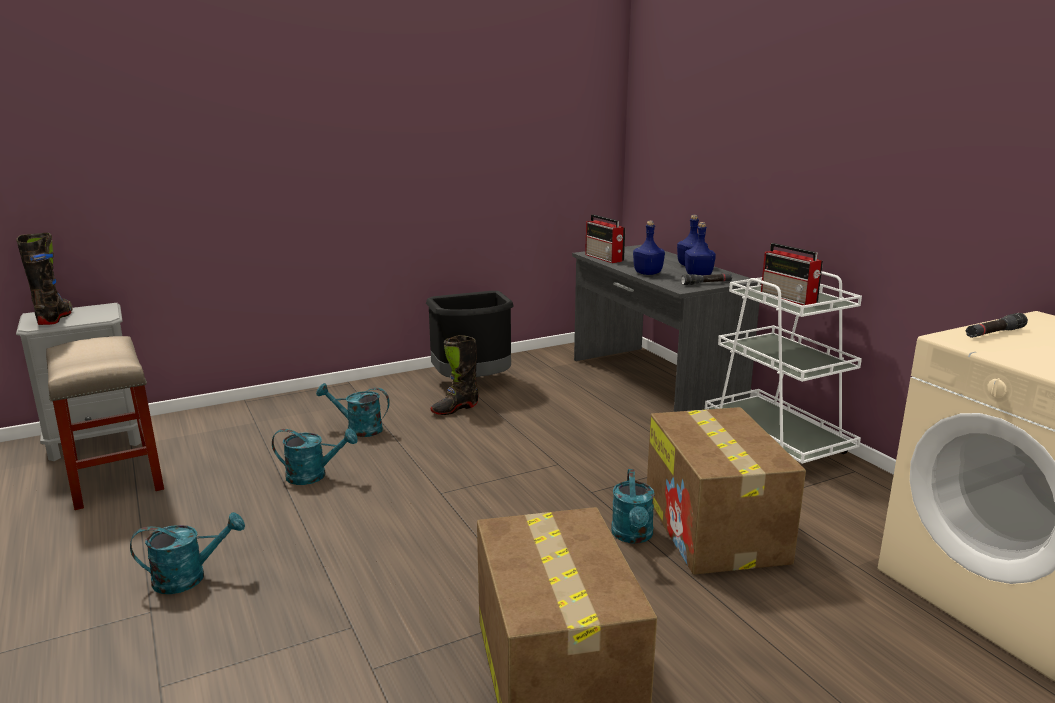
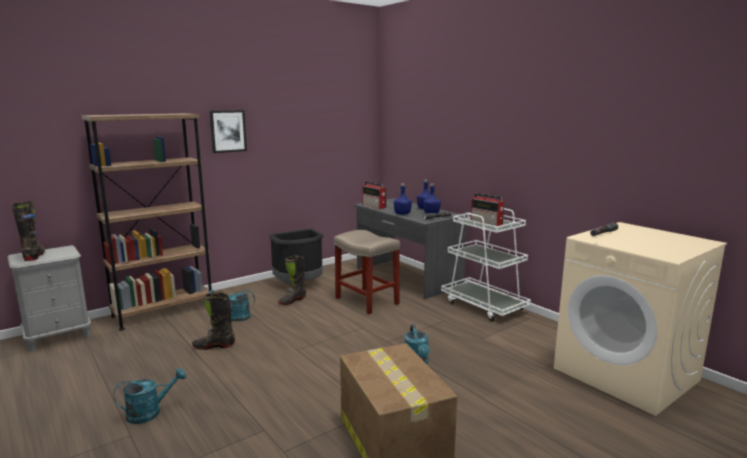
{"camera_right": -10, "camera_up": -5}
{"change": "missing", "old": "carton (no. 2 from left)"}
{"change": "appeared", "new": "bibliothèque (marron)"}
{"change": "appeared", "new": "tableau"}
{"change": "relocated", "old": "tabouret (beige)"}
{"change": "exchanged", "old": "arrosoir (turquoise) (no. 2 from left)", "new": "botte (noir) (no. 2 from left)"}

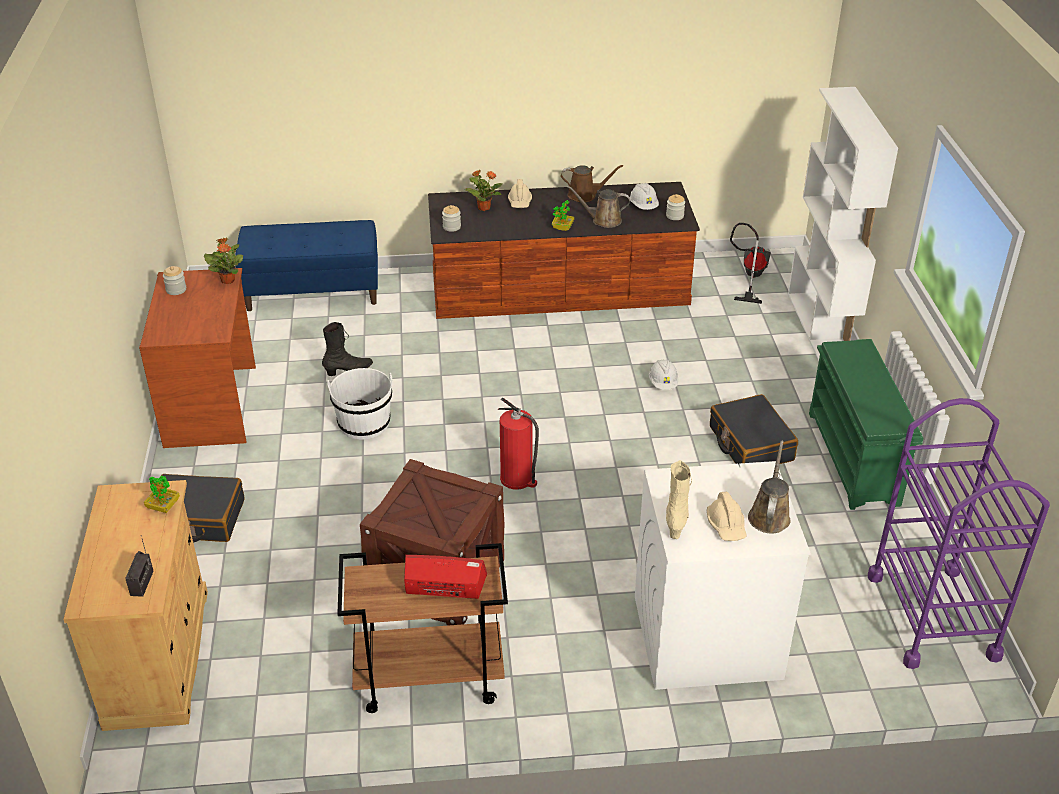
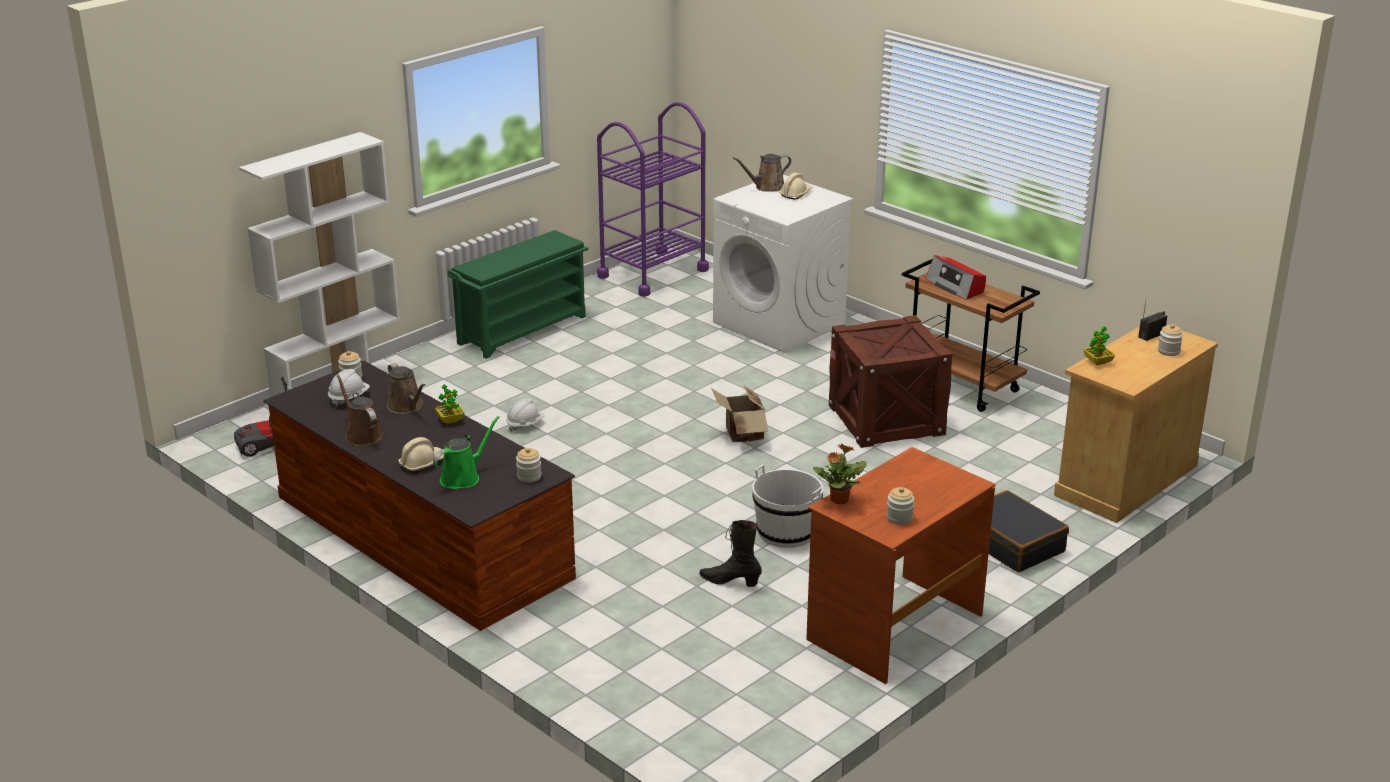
{"camera_right": -130, "camera_up": -10}
{"change": "missing", "old": "banc (bleu)"}
{"change": "missing", "old": "botte (beige)"}
{"change": "missing", "old": "valise (noir) (no. 2 from left)"}
{"change": "appeared", "new": "bocal (no. 4 from left)"}
{"change": "exchanged", "old": "plante en pot (no. 3 from left)", "new": "arrosoir (vert)"}
{"change": "exchanged", "old": "extincteur", "new": "carton"}

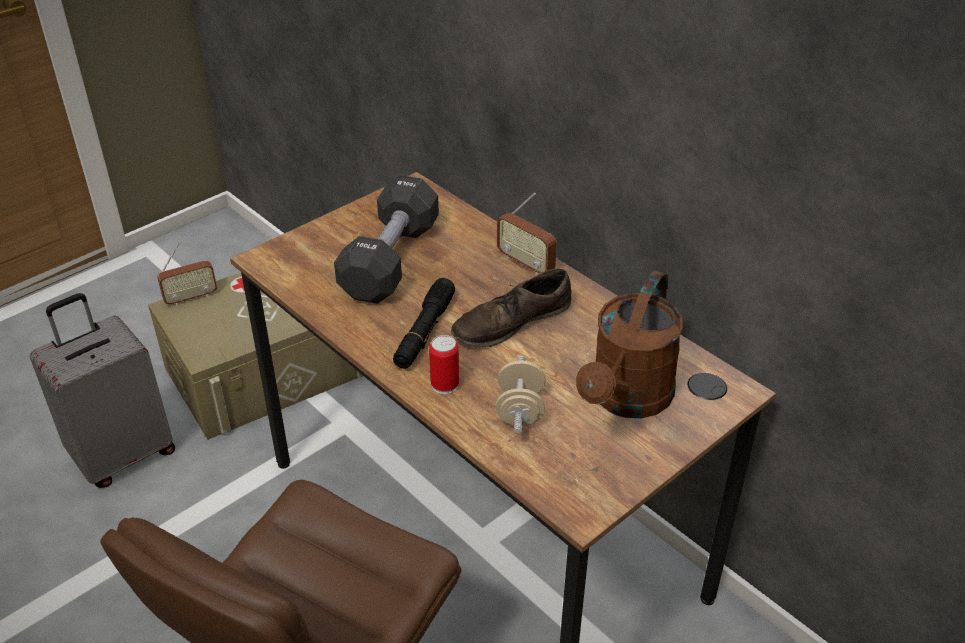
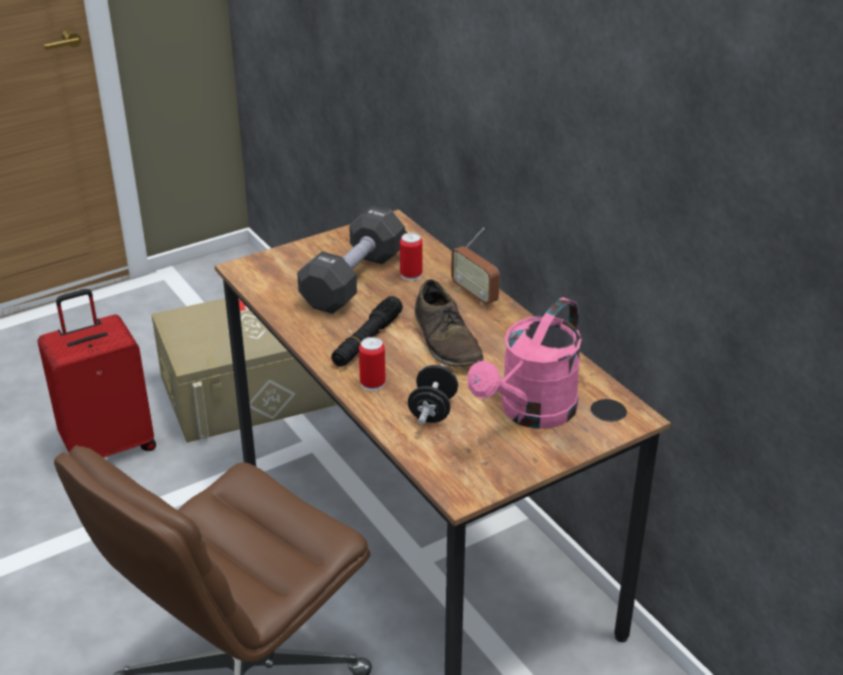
{"camera_right": 10, "camera_up": -5}
{"change": "missing", "old": "radio (no. 1 from left)"}
{"change": "appeared", "new": "boîte métallique (no. 2 from left)"}
{"change": "colour", "old": "valise (gris)", "new": "valise (rouge)"}
{"change": "colour", "old": "haltère (beige)", "new": "haltère (noir) (no. 2 from left)"}
{"change": "colour", "old": "arrosoir (marron)", "new": "arrosoir (rose)"}
{"change": "spun", "old": "chaussure (marron)", "degrees": -90}

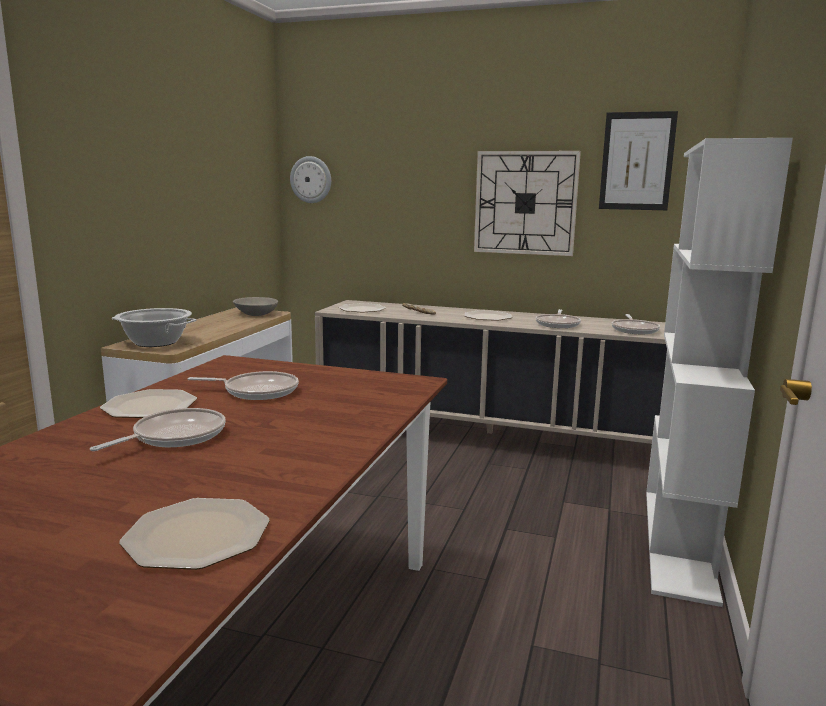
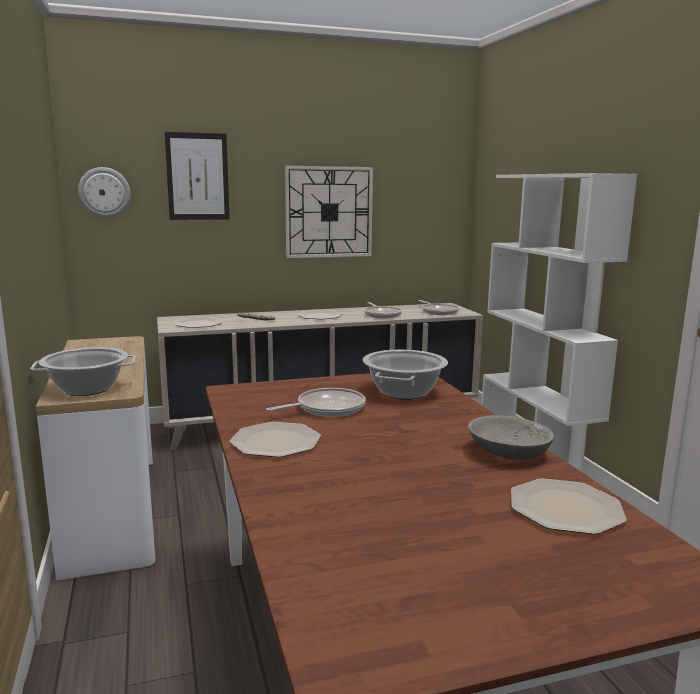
{"camera_right": -35, "camera_up": 0}
{"change": "missing", "old": "poêle (no. 1 from left)"}
{"change": "appeared", "new": "marmite (no. 2 from left)"}
{"change": "relocated", "old": "bol (gris)"}
{"change": "relocated", "old": "tableau"}

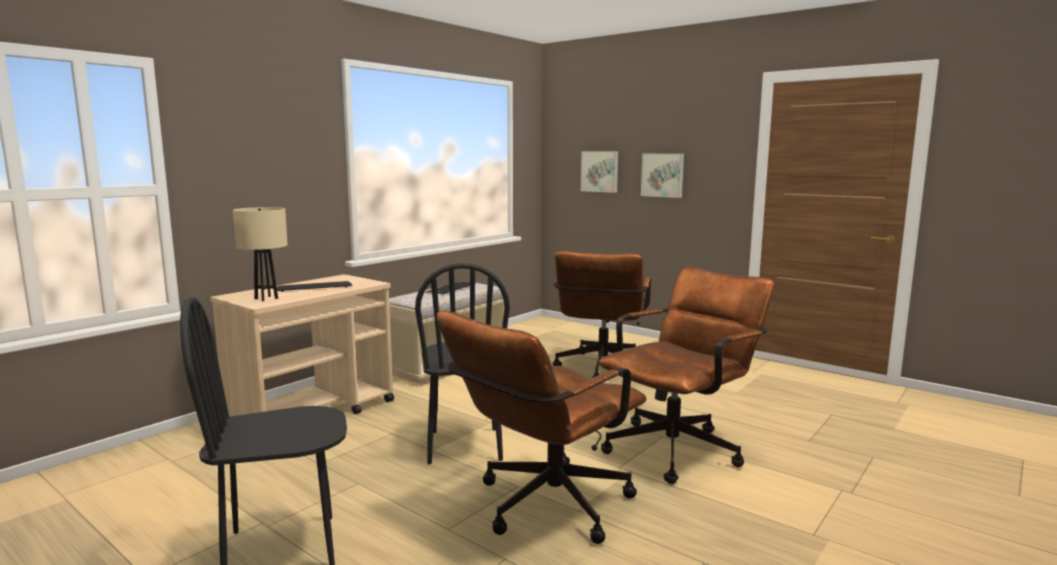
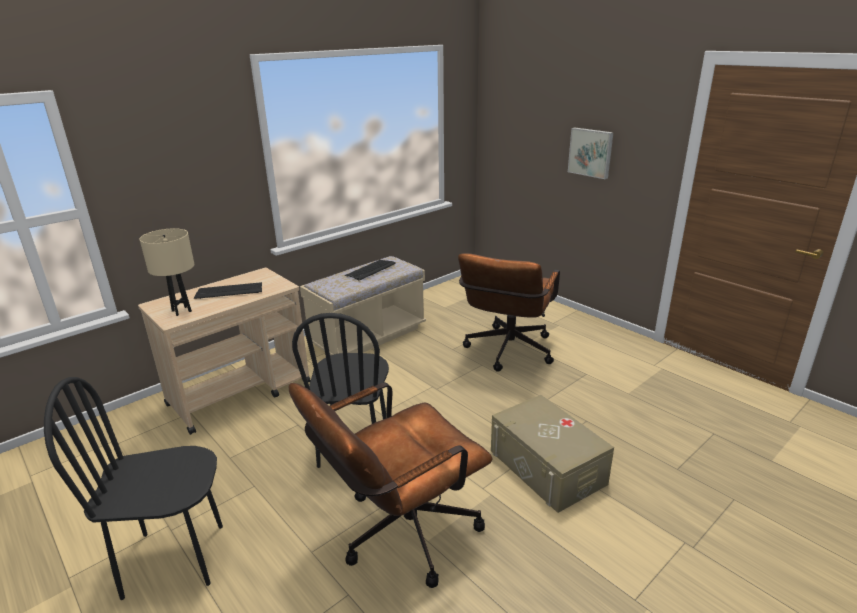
{"camera_right": 10, "camera_up": 15}
{"change": "missing", "old": "tableau (no. 1 from left)"}
{"change": "exchanged", "old": "chaise de bureau (marron) (no. 3 from left)", "new": "boîte de rangement (beige)"}

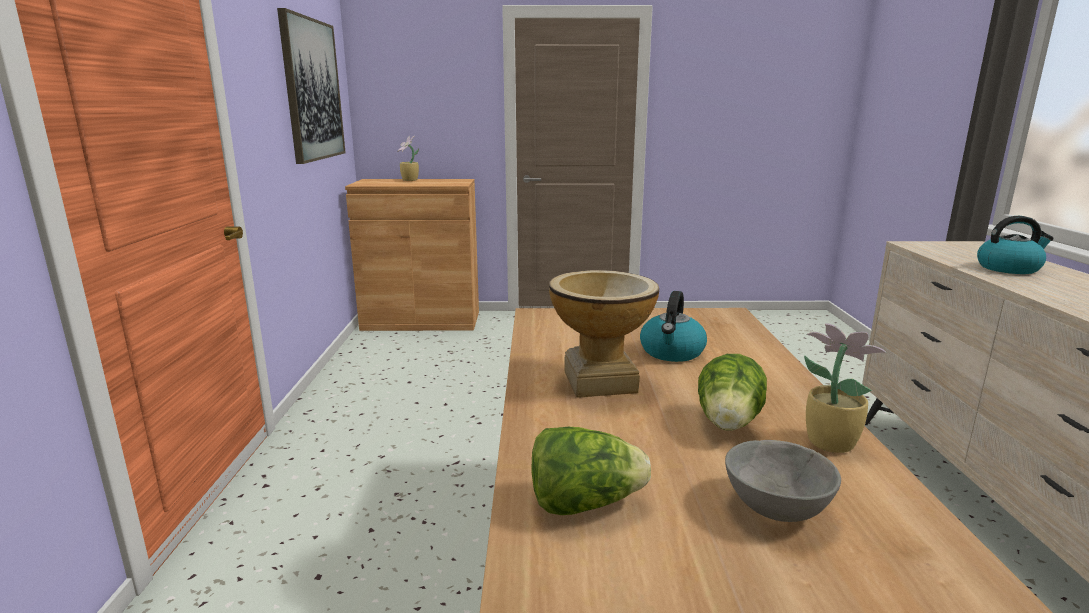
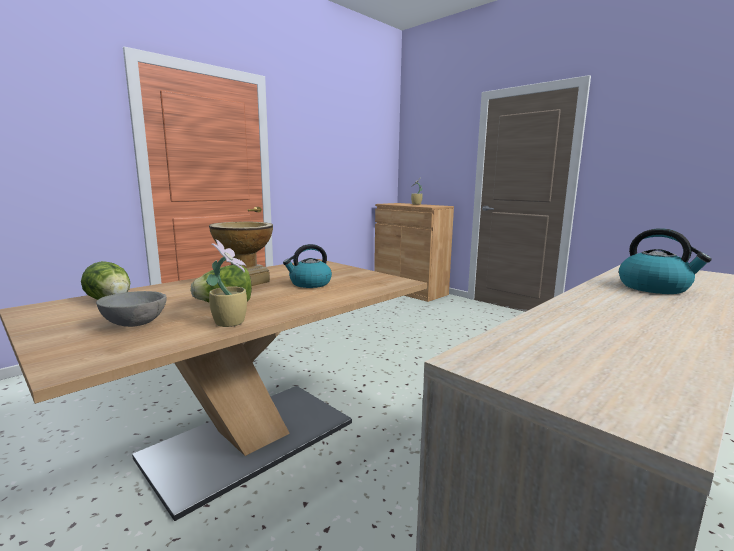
{"camera_right": 45, "camera_up": -5}
{"change": "missing", "old": "tableau"}

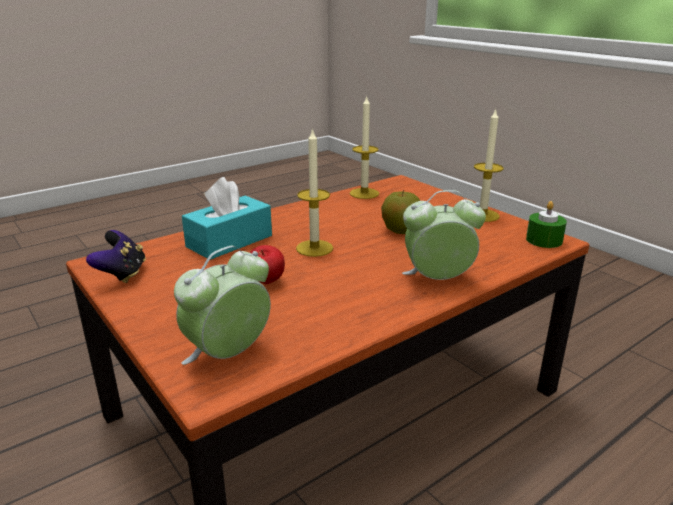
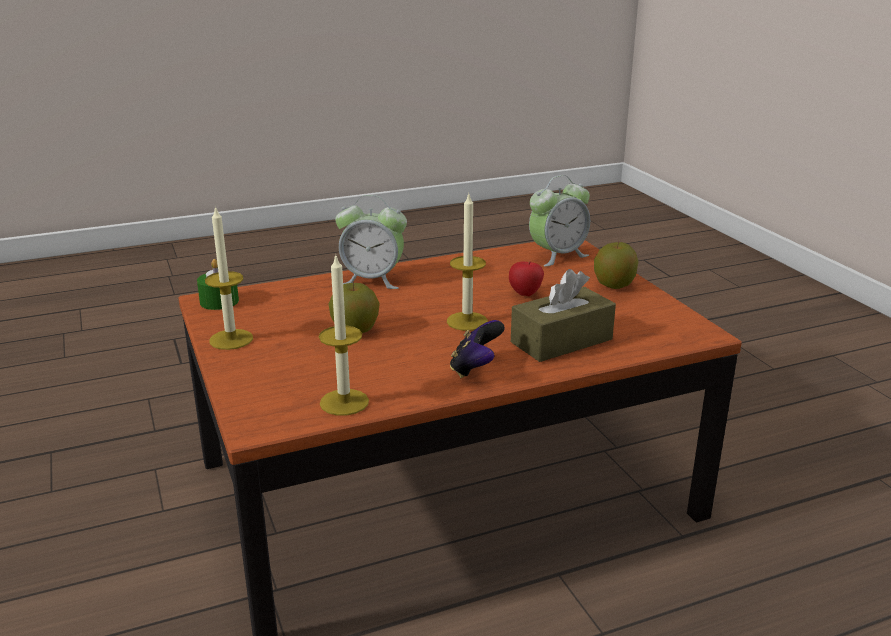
{"camera_right": -165, "camera_up": 0}
{"change": "appeared", "new": "pomme (no. 3 from left)"}
{"change": "relocated", "old": "manette"}
{"change": "colour", "old": "boîte à mouchoirs (turquoise)", "new": "boîte à mouchoirs (marron)"}

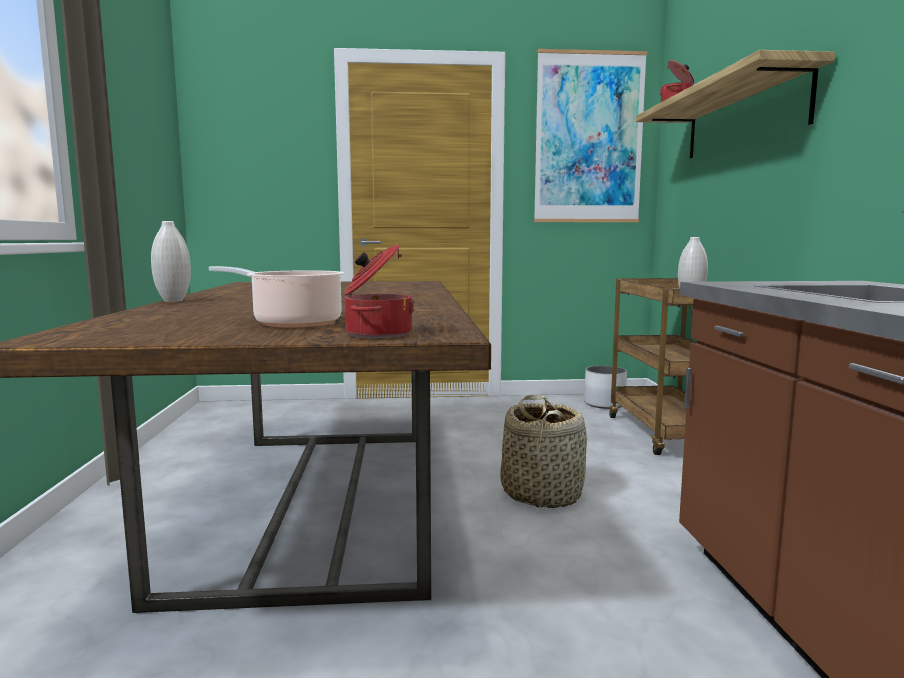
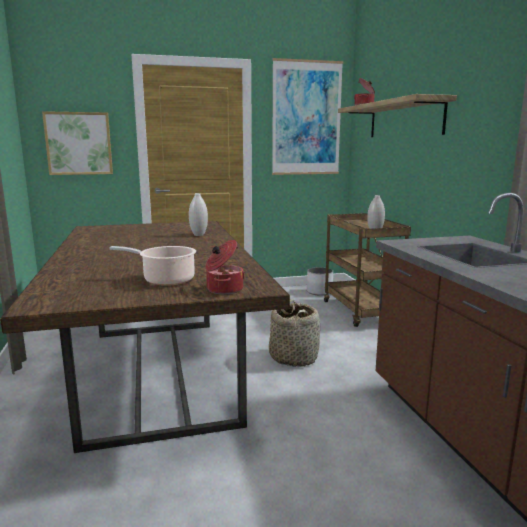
{"camera_right": -10, "camera_up": 5}
{"change": "appeared", "new": "tableau (no. 1 from left)"}
{"change": "relocated", "old": "vase (blanc) (no. 1 from left)"}

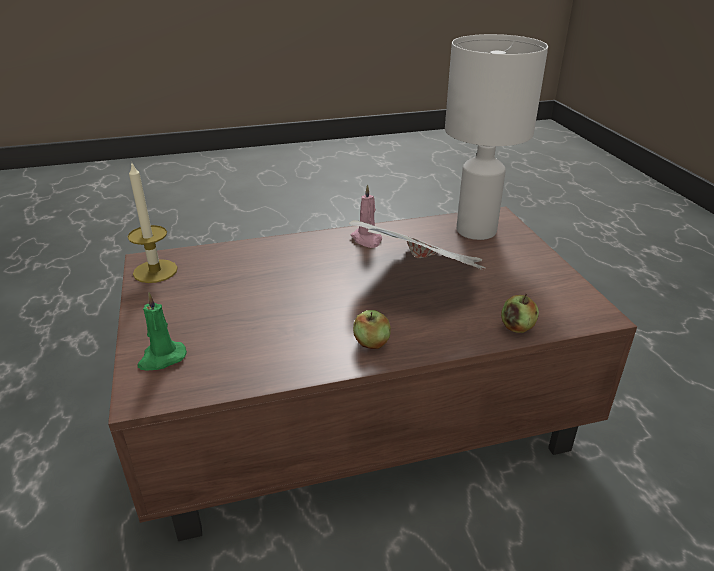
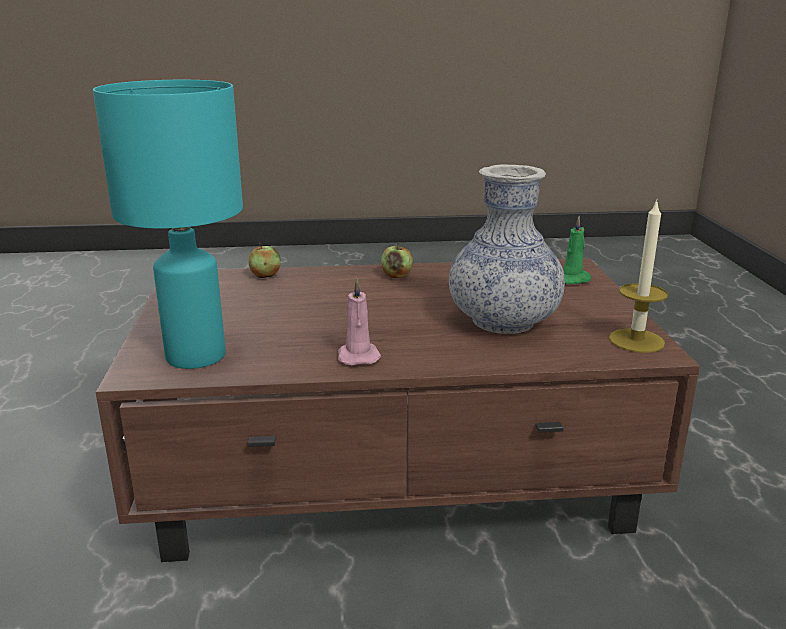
{"camera_right": -170, "camera_up": -10}
{"change": "missing", "old": "journal"}
{"change": "appeared", "new": "vase"}
{"change": "colour", "old": "lampe de table (blanc)", "new": "lampe de table (turquoise)"}

